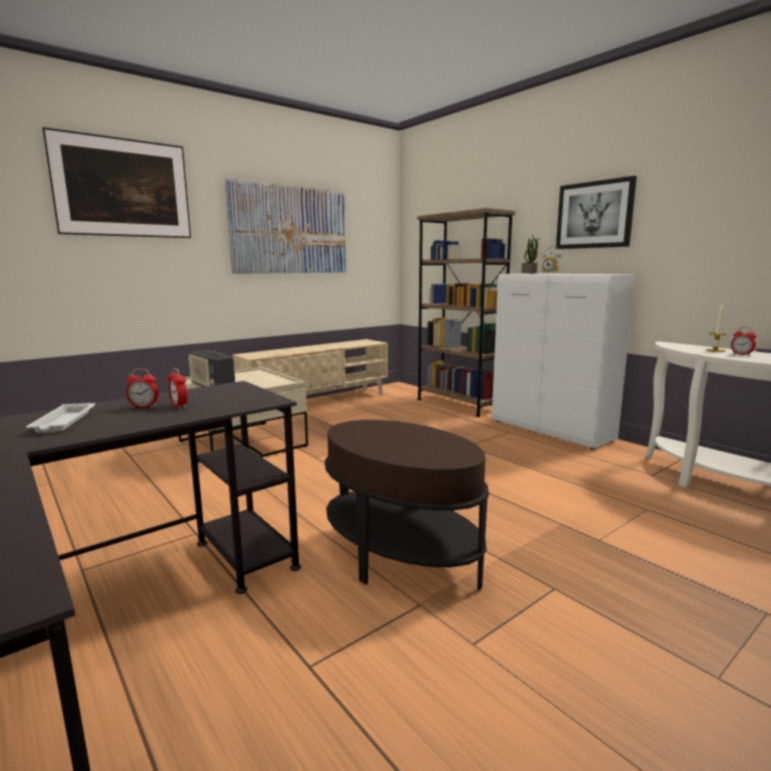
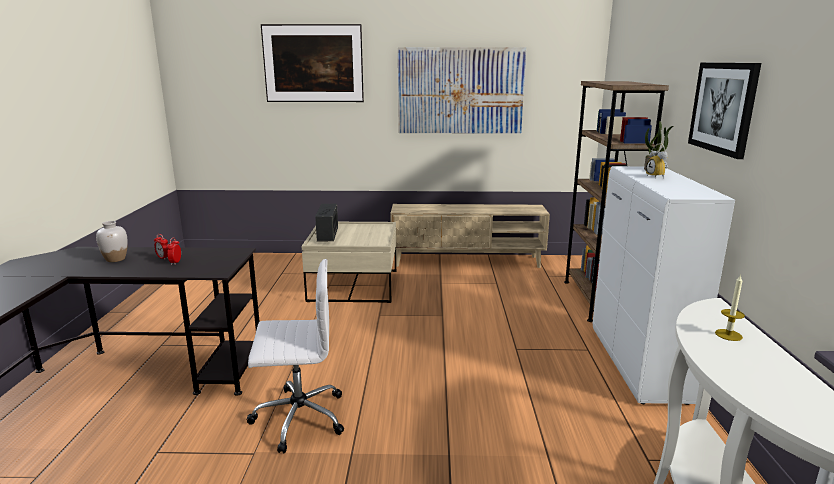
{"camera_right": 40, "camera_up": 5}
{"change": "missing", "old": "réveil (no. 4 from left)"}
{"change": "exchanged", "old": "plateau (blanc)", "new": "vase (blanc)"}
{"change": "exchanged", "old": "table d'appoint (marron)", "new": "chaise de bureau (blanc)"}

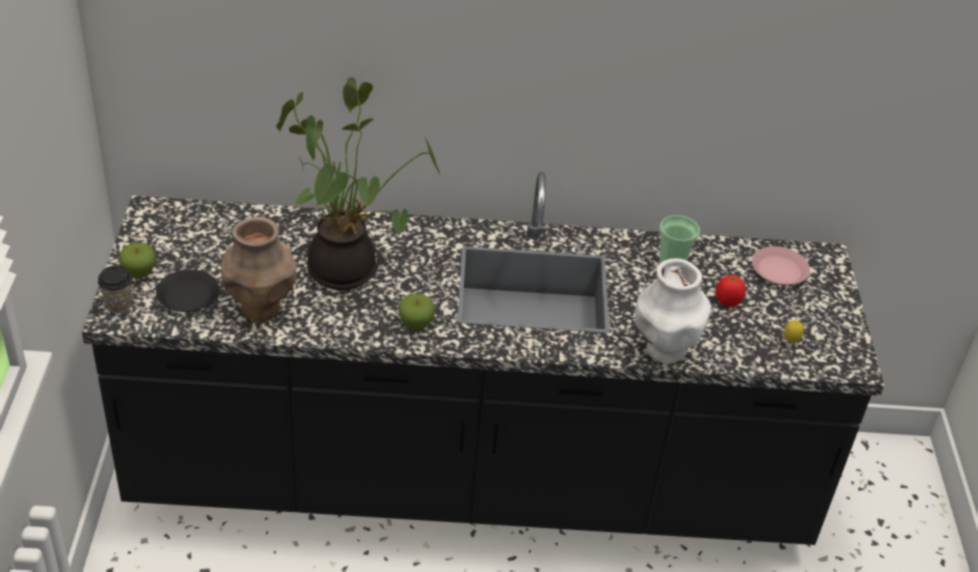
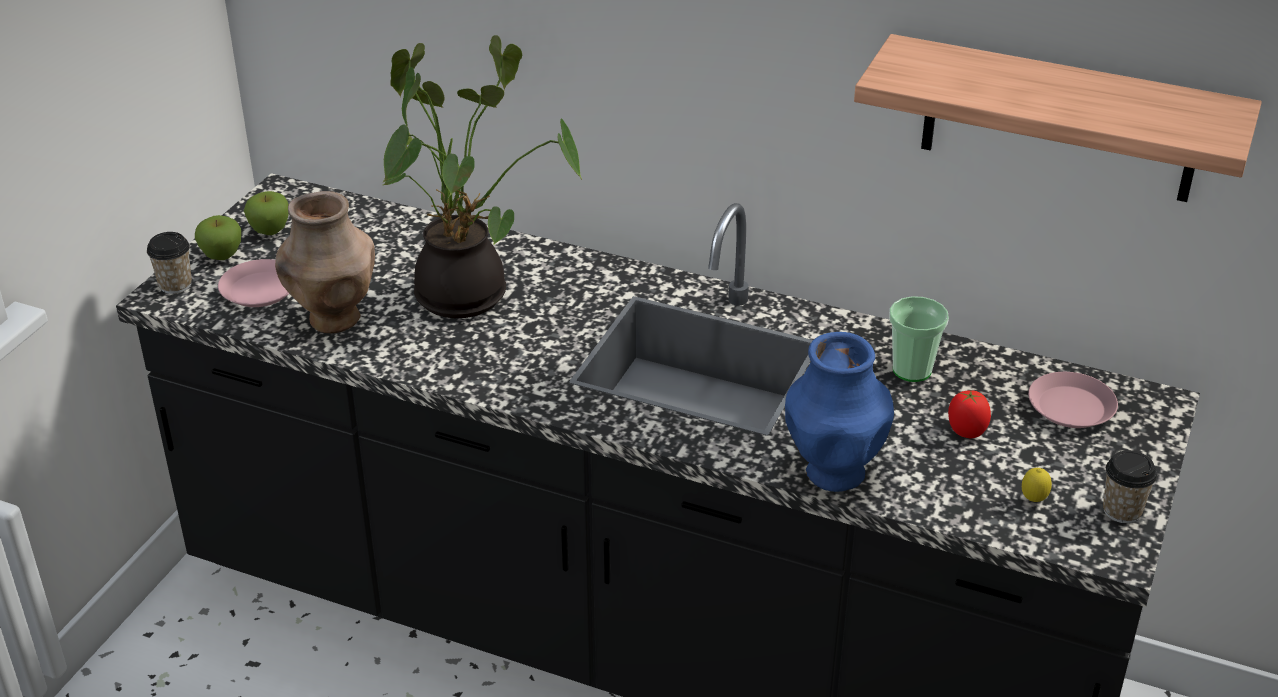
{"camera_right": 25, "camera_up": -5}
{"change": "appeared", "new": "étagère"}
{"change": "appeared", "new": "tasse (no. 3 from left)"}
{"change": "relocated", "old": "pomme (no. 2 from left)"}
{"change": "colour", "old": "assiette (noir)", "new": "assiette (rose) (no. 1 from left)"}
{"change": "colour", "old": "vase (blanc)", "new": "vase (bleu)"}

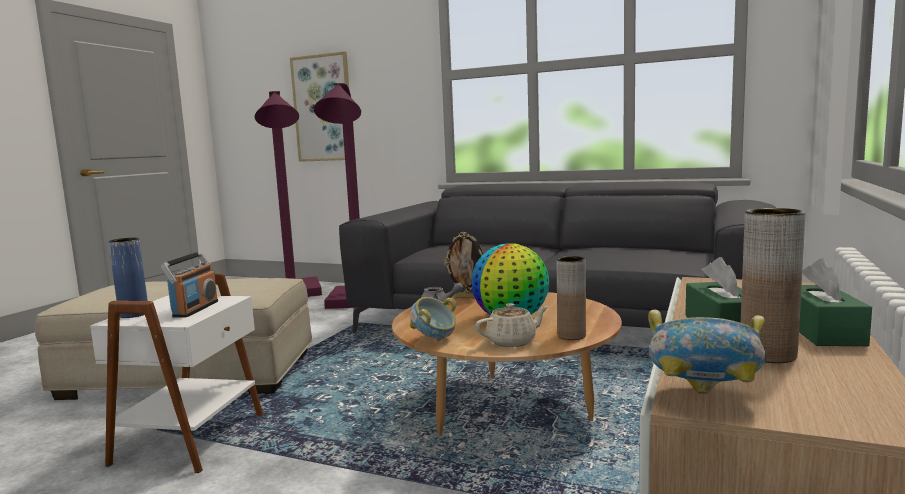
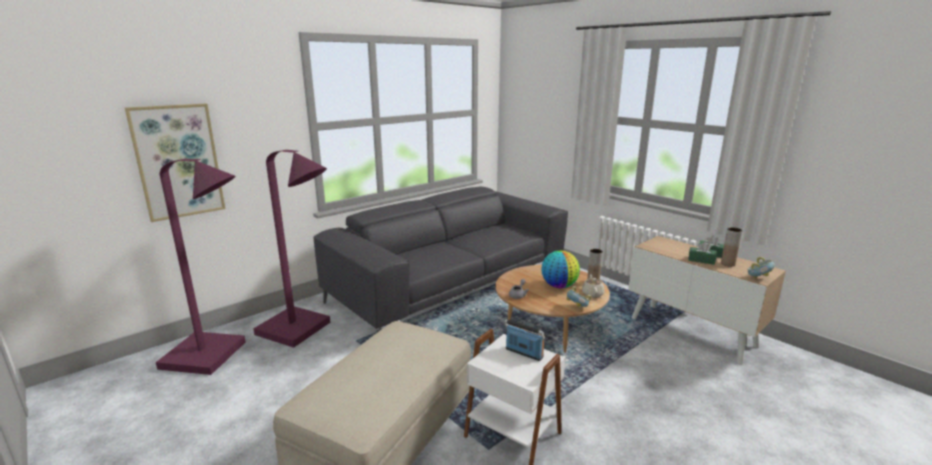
{"camera_right": -65, "camera_up": 10}
{"change": "missing", "old": "vase (bleu)"}
{"change": "missing", "old": "cadre photo"}

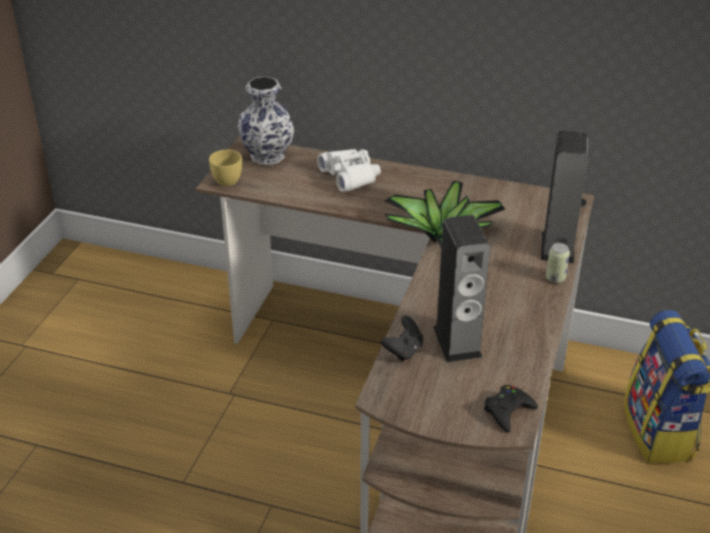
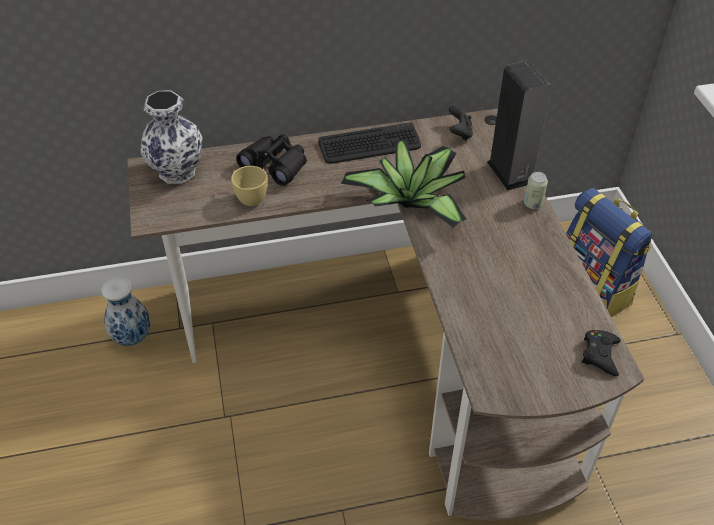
{"camera_right": -30, "camera_up": 10}
{"change": "missing", "old": "enceinte (no. 1 from left)"}
{"change": "appeared", "new": "vase (no. 1 from left)"}
{"change": "appeared", "new": "clavier"}
{"change": "relocated", "old": "tasse (jaune)"}
{"change": "relocated", "old": "manette (noir) (no. 1 from left)"}
{"change": "colour", "old": "jumelles (blanc)", "new": "jumelles (noir)"}

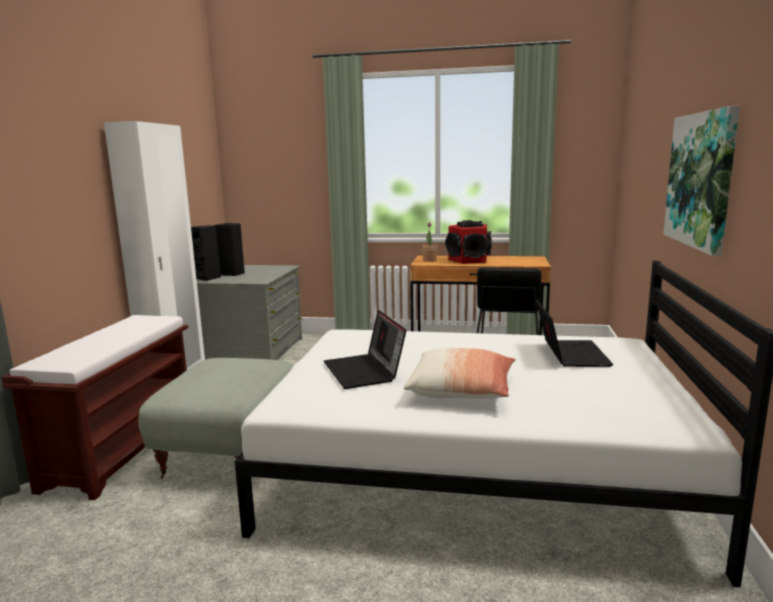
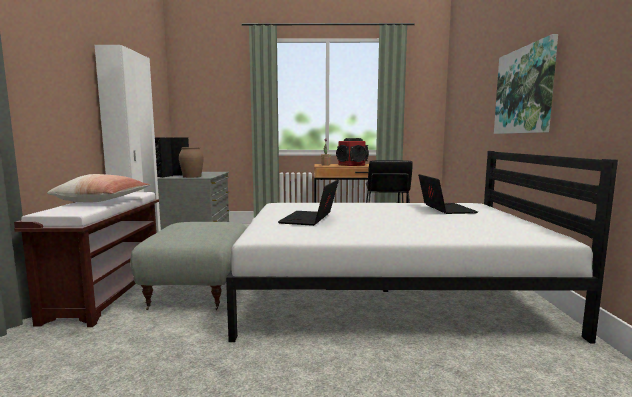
{"camera_right": -10, "camera_up": -5}
{"change": "appeared", "new": "vase (marron)"}
{"change": "relocated", "old": "coussin"}
{"change": "spun", "old": "ordinateur portable (no. 1 from left)", "degrees": 45}

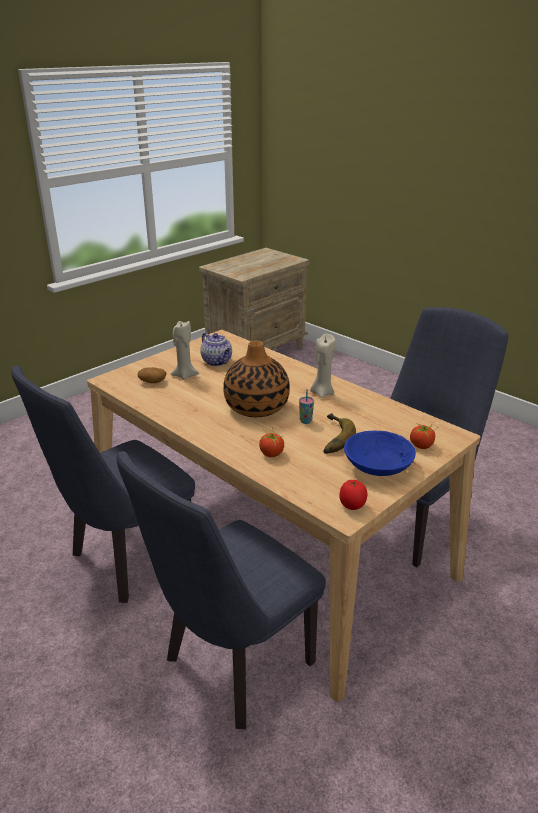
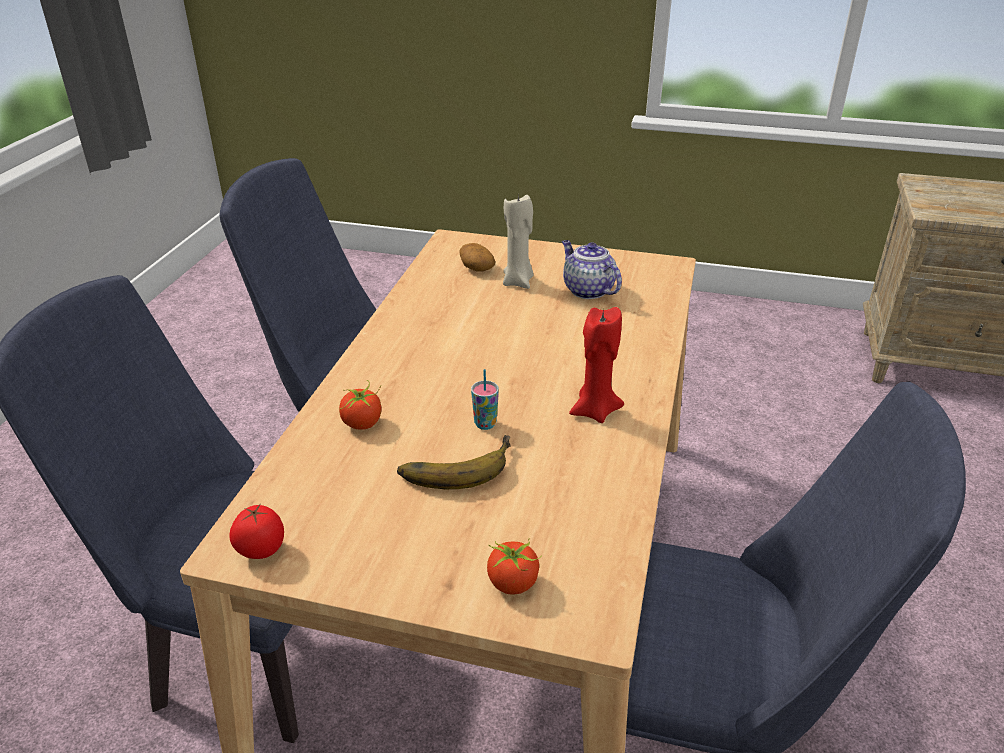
{"camera_right": 60, "camera_up": 5}
{"change": "missing", "old": "vase"}
{"change": "missing", "old": "bol (bleu)"}
{"change": "colour", "old": "bougie (beige) (no. 2 from left)", "new": "bougie (rouge)"}
{"change": "spun", "old": "théière", "degrees": 120}

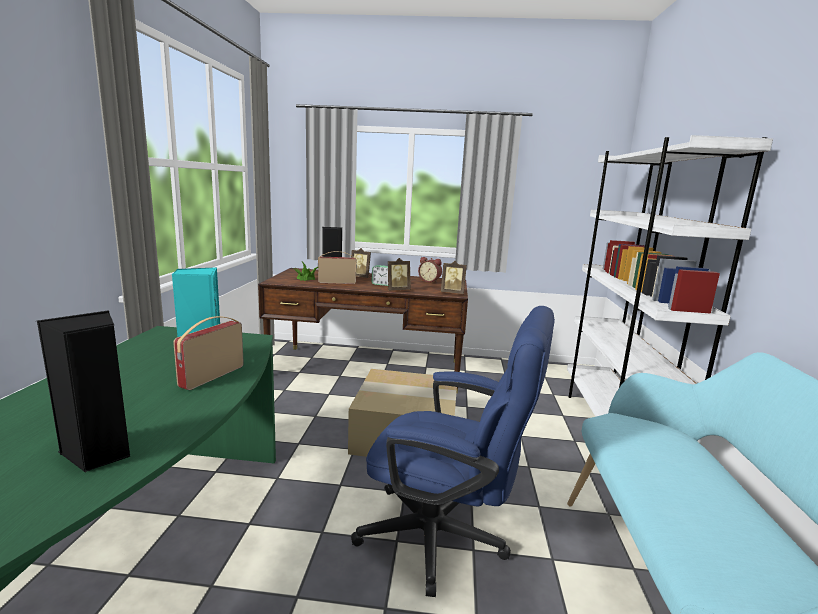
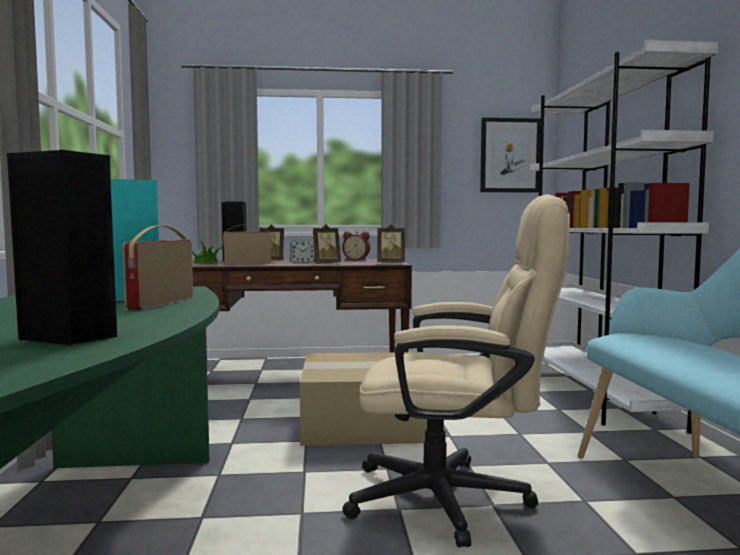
{"camera_right": -10, "camera_up": -10}
{"change": "appeared", "new": "tableau"}
{"change": "colour", "old": "chaise de bureau (bleu)", "new": "chaise de bureau (beige)"}

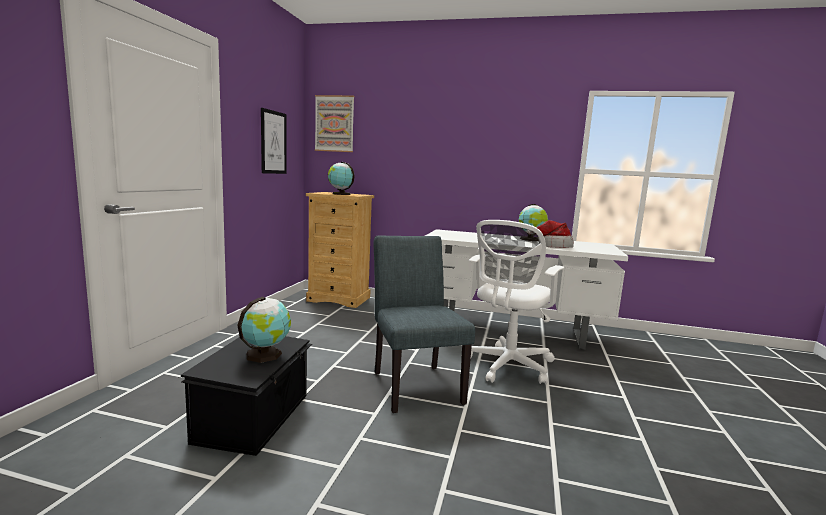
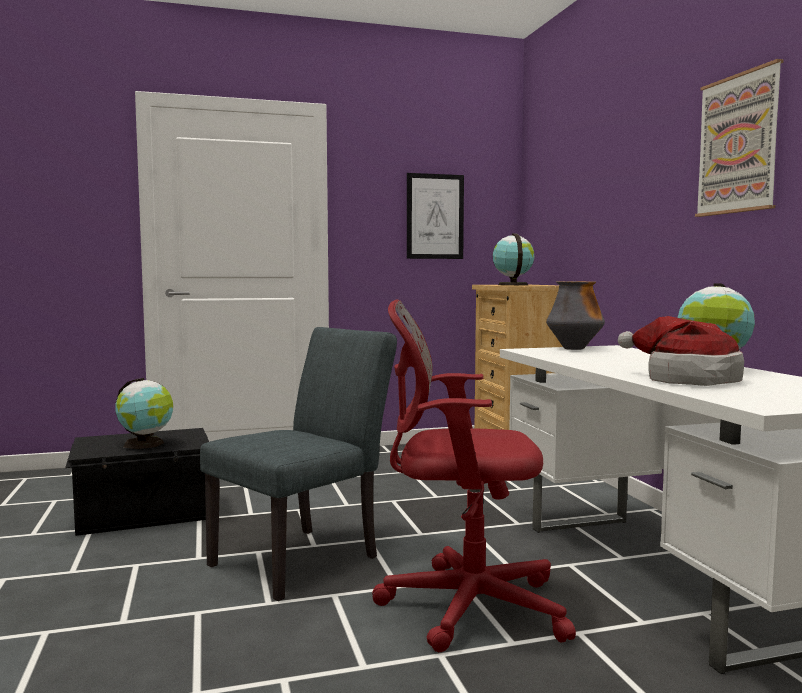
{"camera_right": 60, "camera_up": -5}
{"change": "appeared", "new": "vase"}
{"change": "relocated", "old": "tableau (no. 2 from left)"}
{"change": "colour", "old": "chaise de bureau (blanc)", "new": "chaise de bureau (rouge)"}

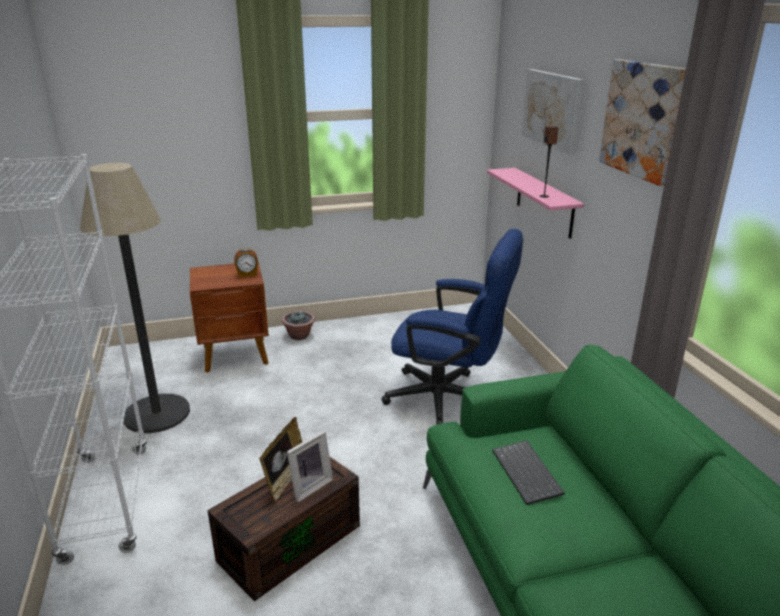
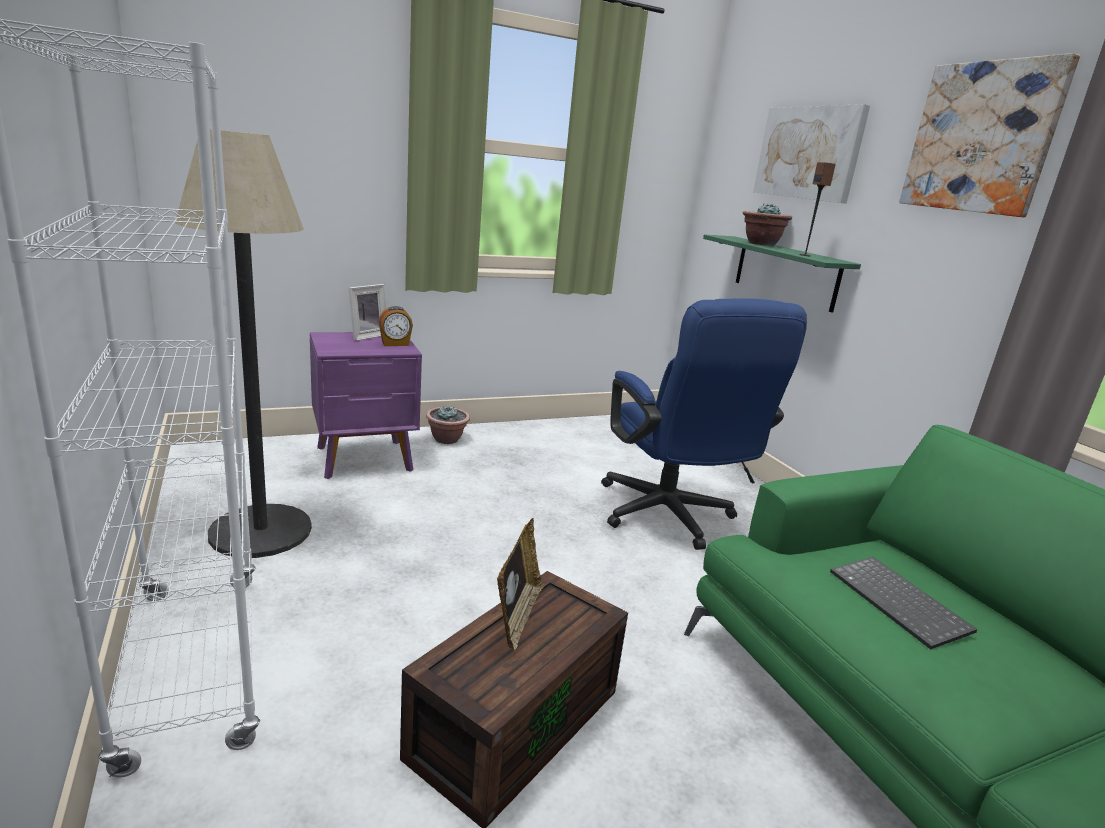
{"camera_right": -10, "camera_up": -5}
{"change": "appeared", "new": "plante en pot (no. 2 from left)"}
{"change": "relocated", "old": "cadre photo (no. 2 from left in the first image)", "new": "cadre photo (no. 1 from left)"}
{"change": "colour", "old": "table de chevet (marron)", "new": "table de chevet (violet)"}
{"change": "colour", "old": "étagère (rose)", "new": "étagère (vert)"}
{"change": "spun", "old": "chaise de bureau (bleu)", "degrees": 60}

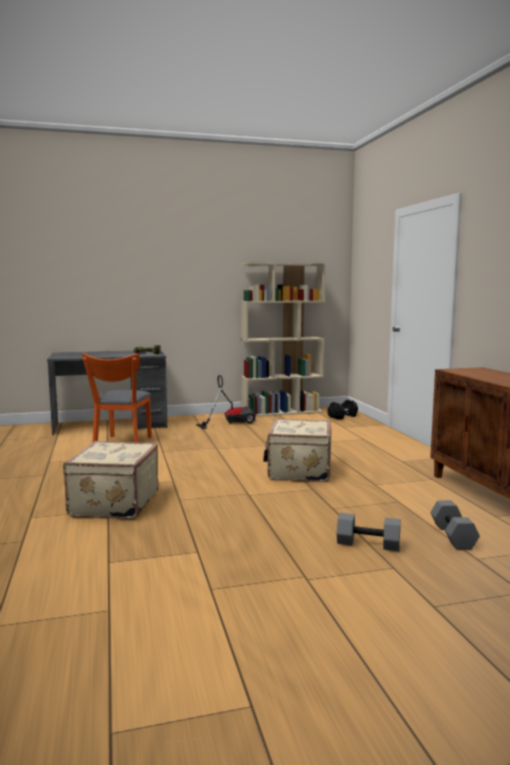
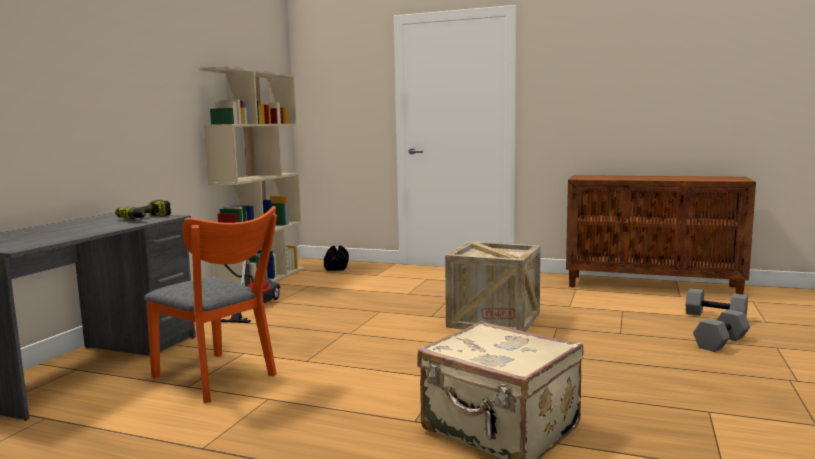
{"camera_right": -55, "camera_up": 0}
{"change": "exchanged", "old": "valise (beige) (no. 2 from left)", "new": "caisse"}

